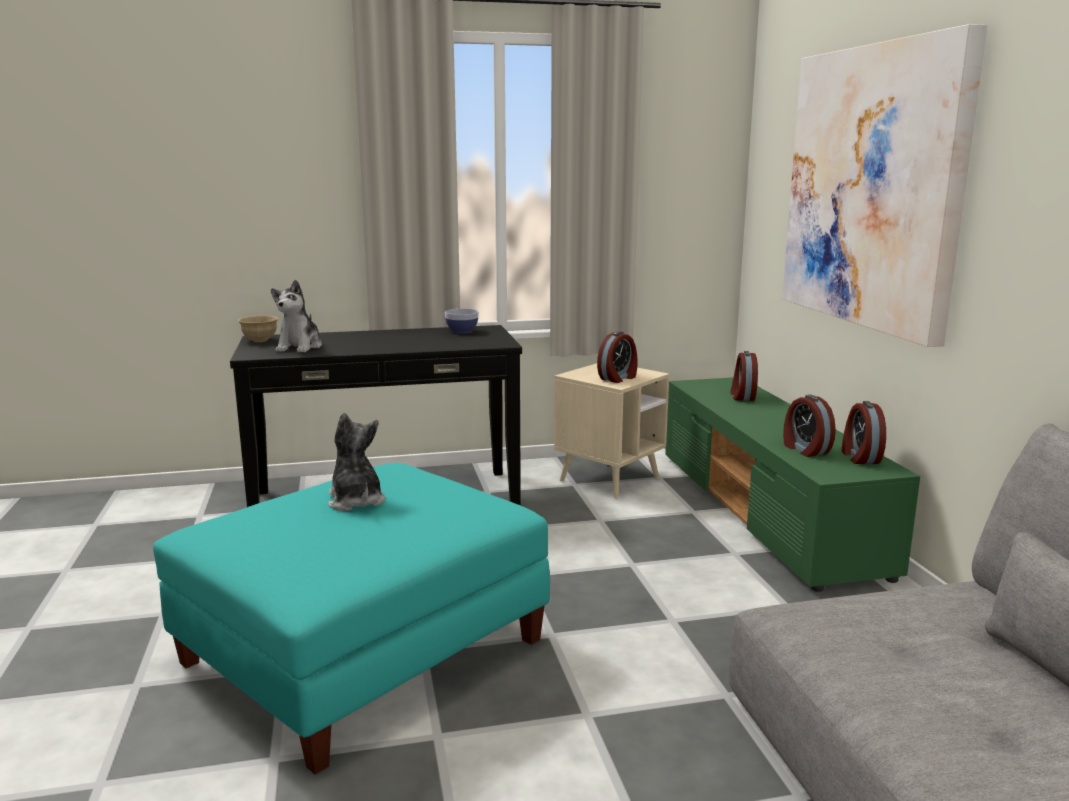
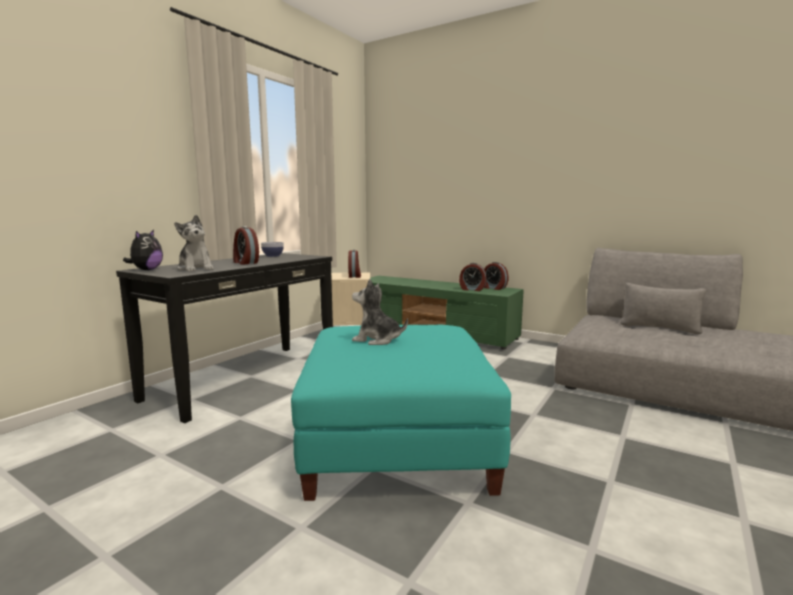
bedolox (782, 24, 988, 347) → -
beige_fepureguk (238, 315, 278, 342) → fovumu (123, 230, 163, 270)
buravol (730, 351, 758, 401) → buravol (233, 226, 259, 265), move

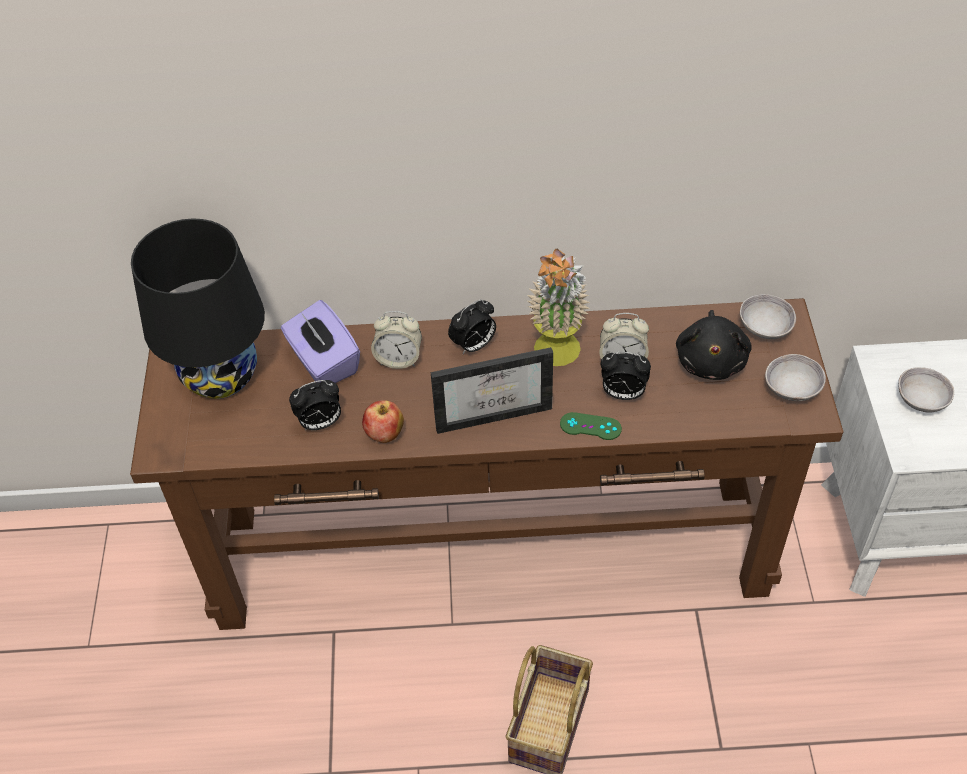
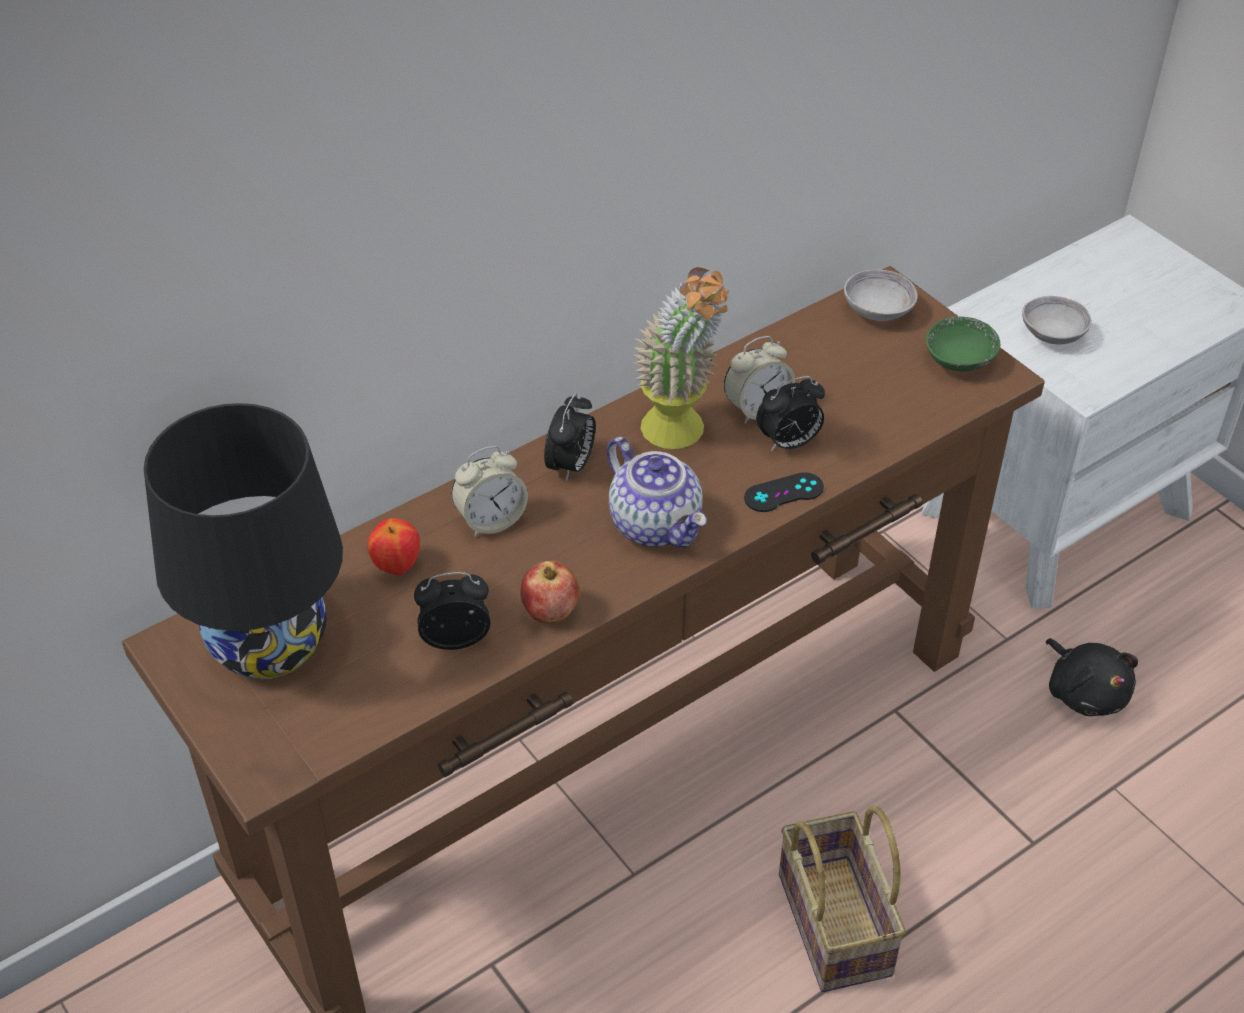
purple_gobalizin (281, 300, 360, 383) → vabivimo (368, 518, 420, 575)
black_fovumu (676, 310, 751, 380) → black_fovumu (1046, 638, 1138, 716), move
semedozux (431, 347, 553, 434) → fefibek (607, 437, 707, 548)
grey_fepureguk (765, 354, 826, 401) → green_fepureguk (926, 317, 1000, 372)
buravol (289, 380, 341, 430) → buravol (414, 572, 490, 650), 135 degrees counterclockwise
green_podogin (560, 412, 622, 440) → black_podogin (744, 472, 824, 512)

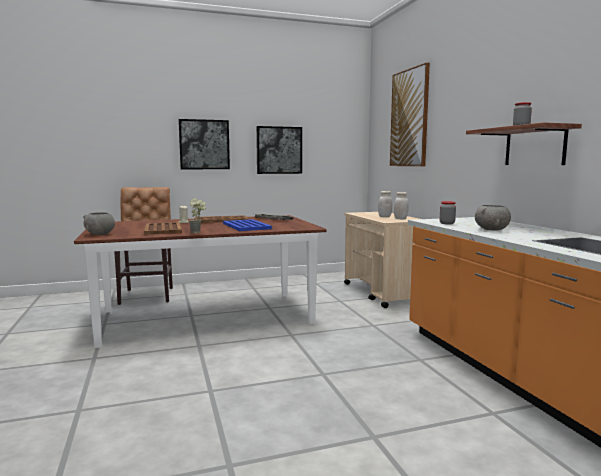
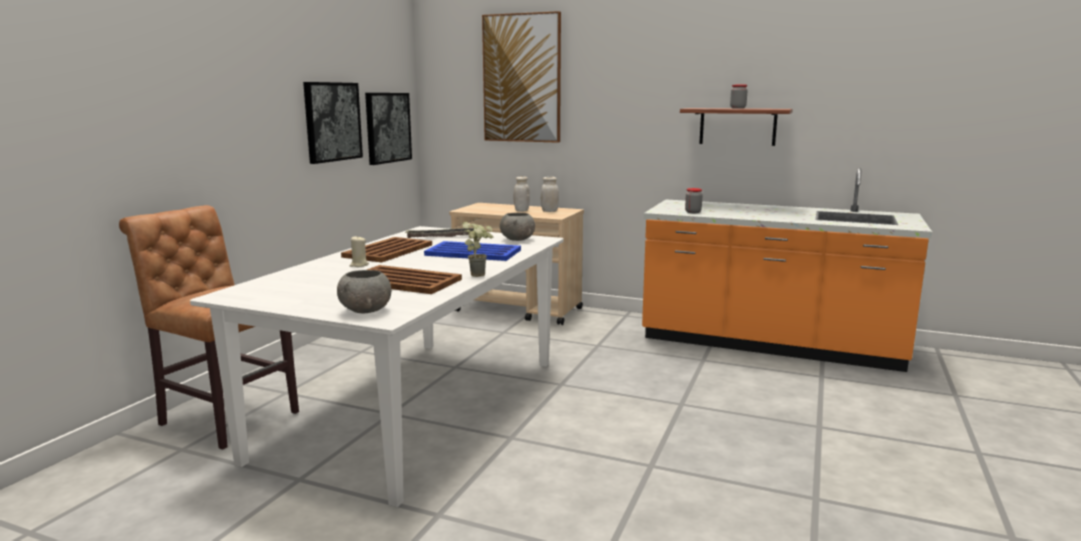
bedolox (178, 119, 230, 169) → bedolox (365, 93, 412, 165), move
grey_fepureguk (475, 205, 511, 231) → grey_fepureguk (500, 213, 535, 241), move
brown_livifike (74, 215, 326, 348) → white_livifike (190, 226, 564, 507)

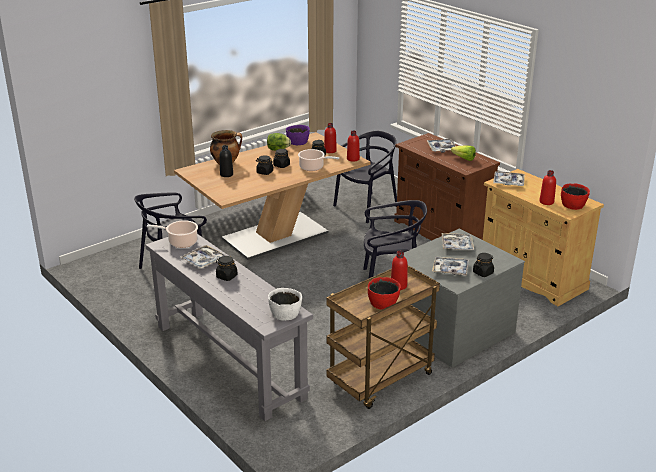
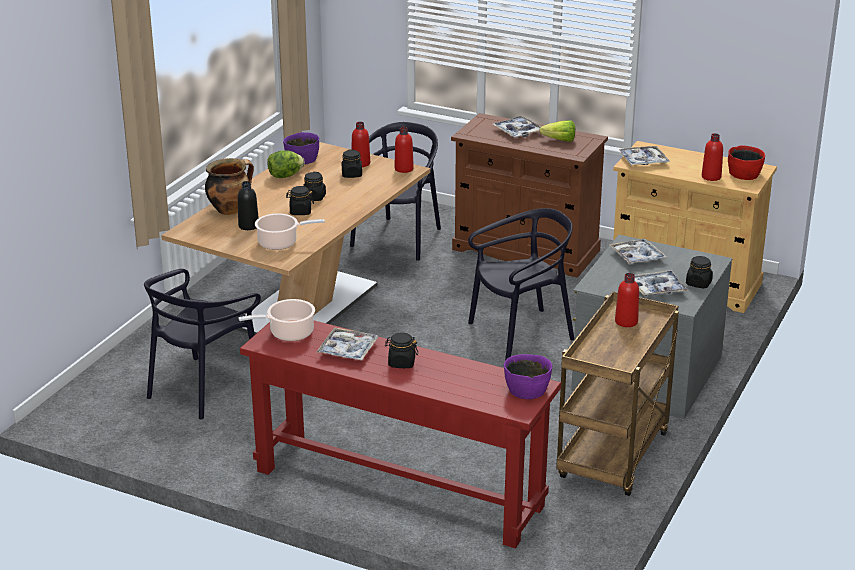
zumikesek (298, 149, 340, 171) → zumikesek (255, 213, 325, 250), move
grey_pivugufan (145, 234, 313, 421) → red_pivugufan (240, 321, 561, 548)
red_fepureguk (368, 277, 401, 310) → -
white_fepureguk (268, 288, 302, 321) → purple_fepureguk (504, 354, 552, 399)

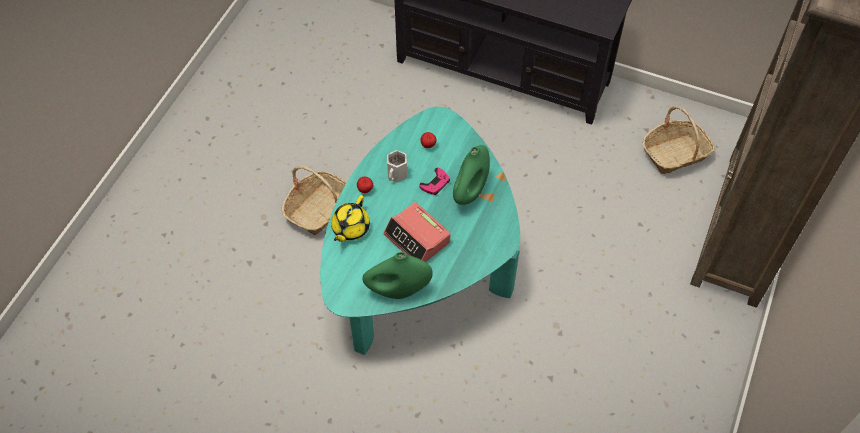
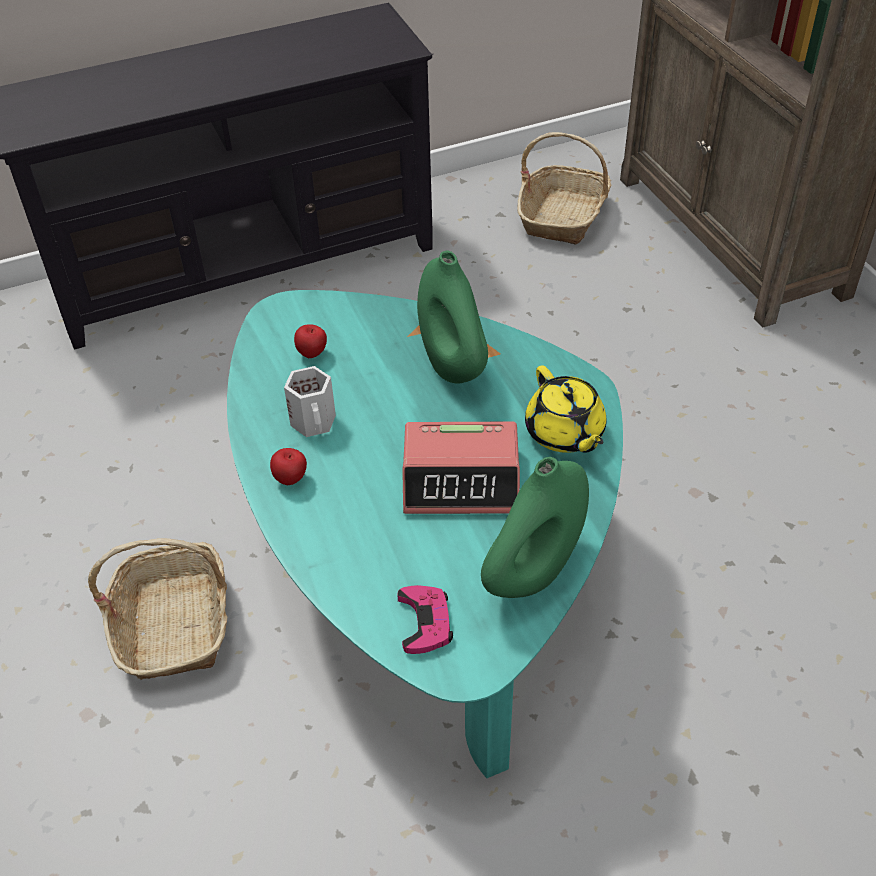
pink_podogin (420, 167, 450, 195) → pink_podogin (398, 585, 453, 654), move
yellow_fefibek (331, 195, 370, 242) → yellow_fefibek (525, 365, 606, 453), move

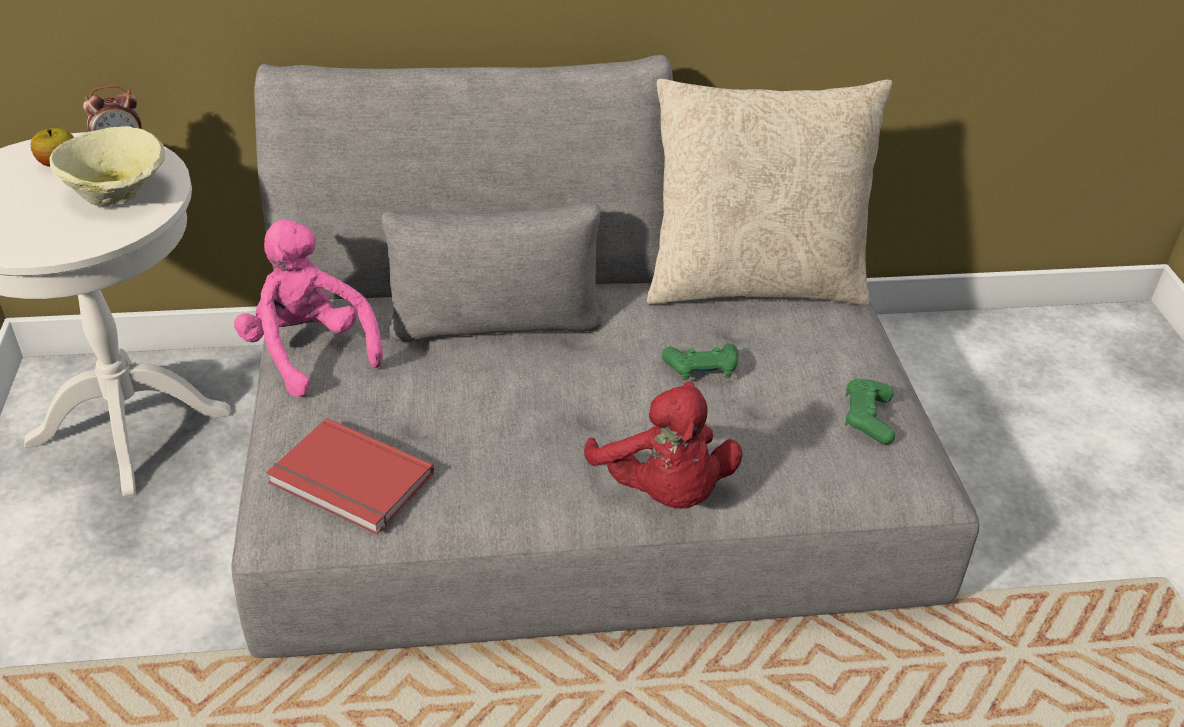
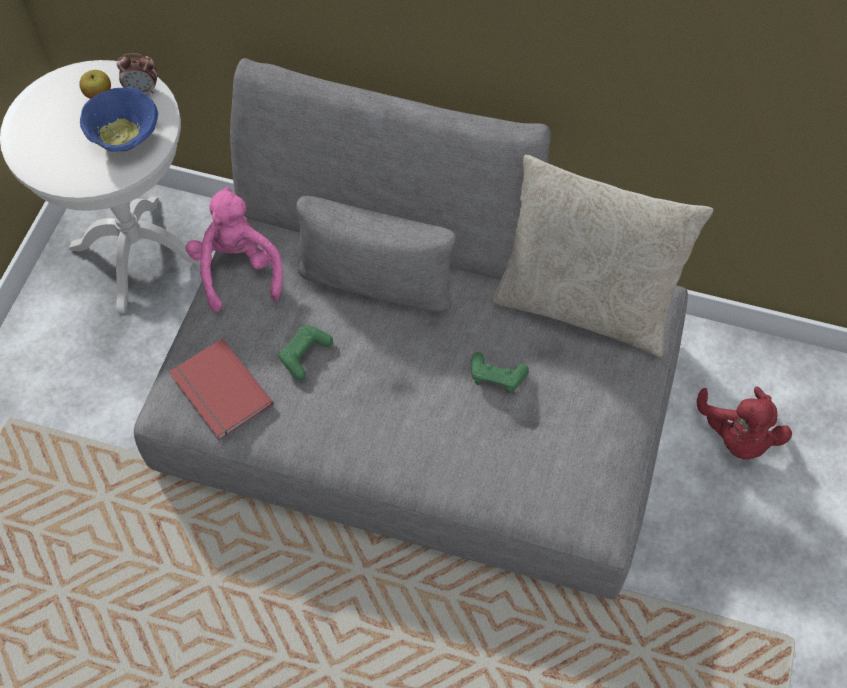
beige_fepureguk (49, 126, 165, 206) → blue_fepureguk (80, 87, 158, 152)
green_podogin (845, 379, 895, 445) → green_podogin (279, 325, 333, 380), move
red_fovumu (584, 382, 743, 509) → red_fovumu (697, 386, 792, 459), move

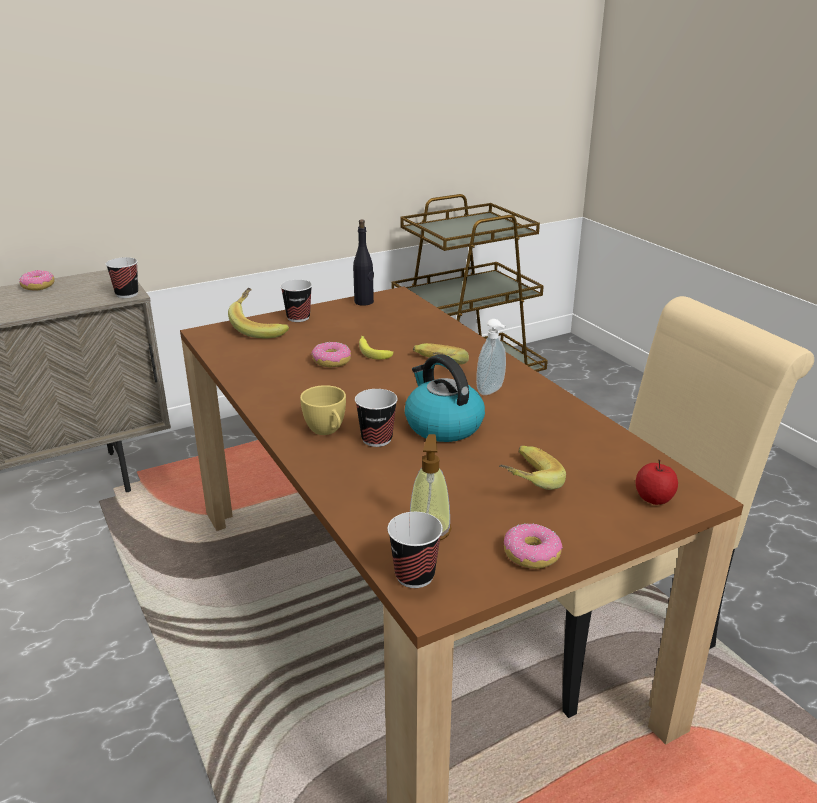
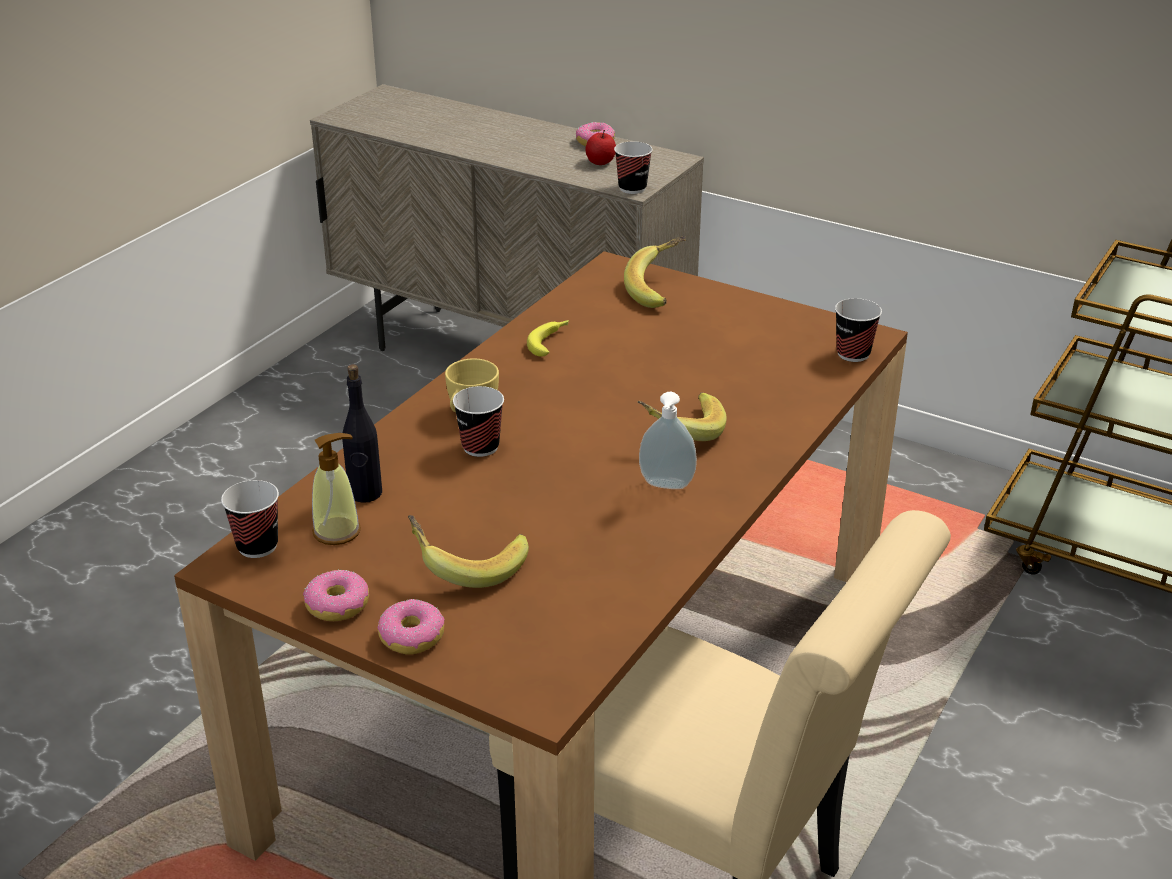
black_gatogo (353, 220, 374, 306) → black_gatogo (343, 364, 382, 503), move
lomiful (280, 280, 312, 322) → lomiful (835, 298, 882, 362), move
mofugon (359, 336, 393, 359) → mofugon (527, 320, 569, 357), move
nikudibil (311, 342, 351, 367) → nikudibil (378, 599, 445, 654), move
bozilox (405, 354, 485, 442) → -
vabivimo (635, 460, 678, 505) → vabivimo (585, 130, 616, 165), move

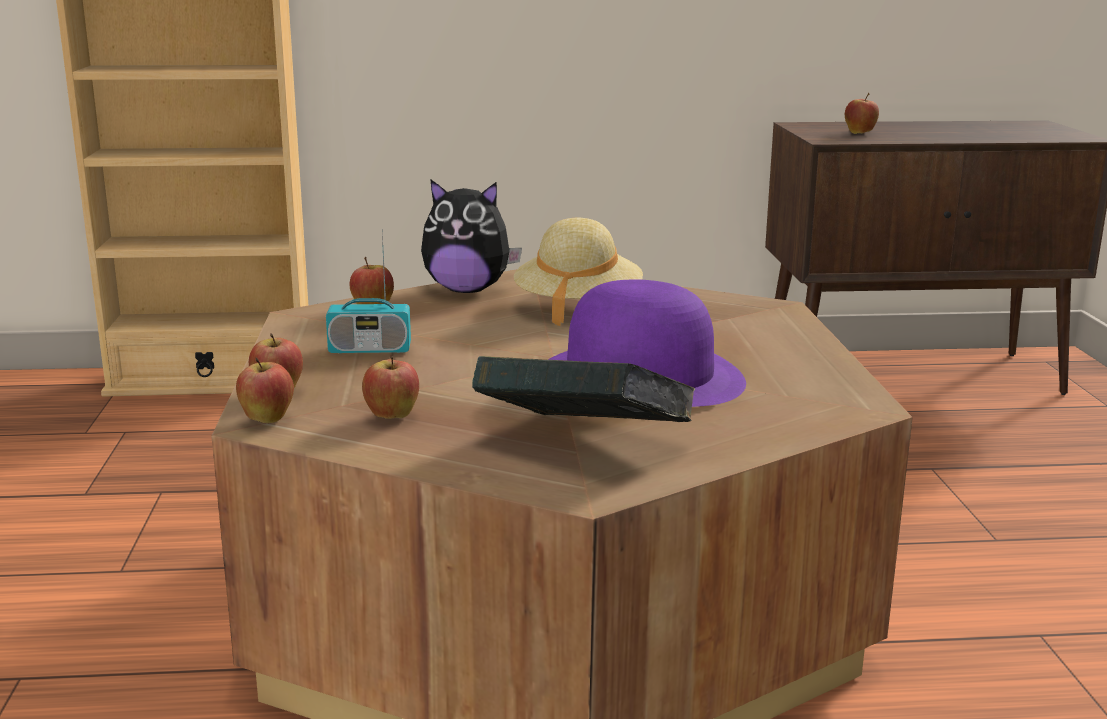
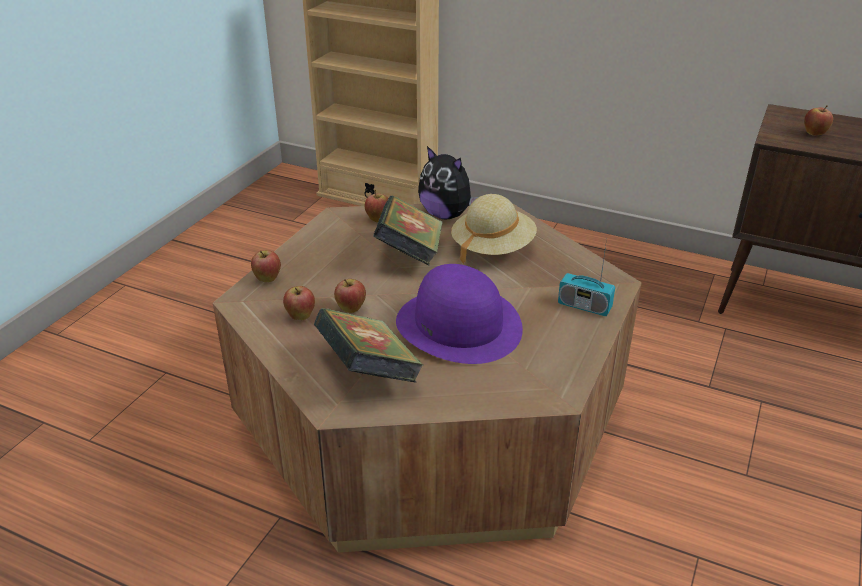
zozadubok (326, 233, 411, 353) → zozadubok (558, 238, 615, 316), move
vabivimo (236, 357, 294, 423) → vabivimo (334, 279, 366, 313), move
- → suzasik (373, 196, 442, 266)

